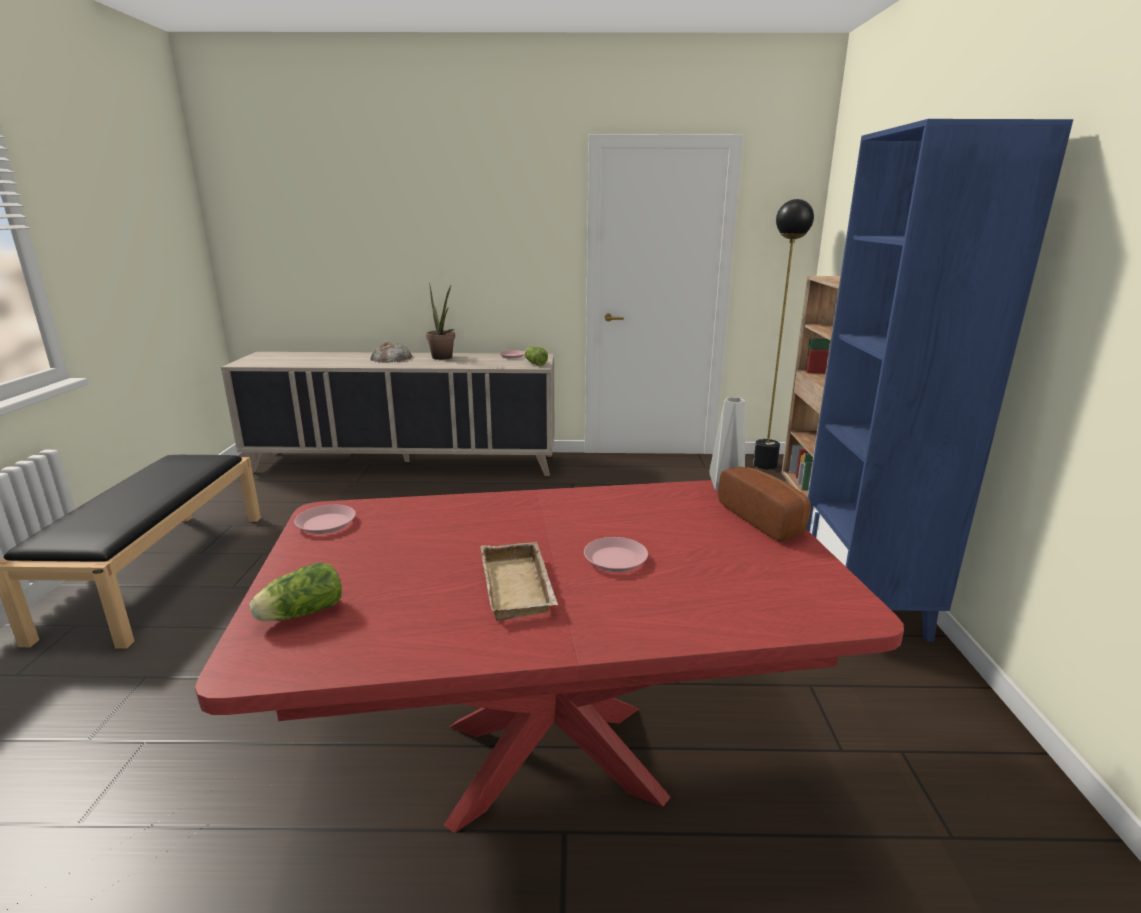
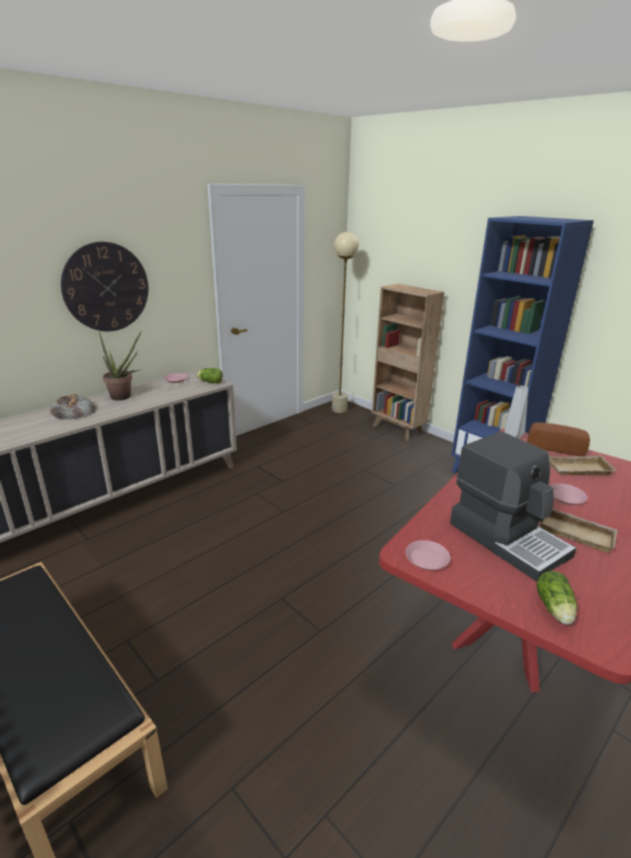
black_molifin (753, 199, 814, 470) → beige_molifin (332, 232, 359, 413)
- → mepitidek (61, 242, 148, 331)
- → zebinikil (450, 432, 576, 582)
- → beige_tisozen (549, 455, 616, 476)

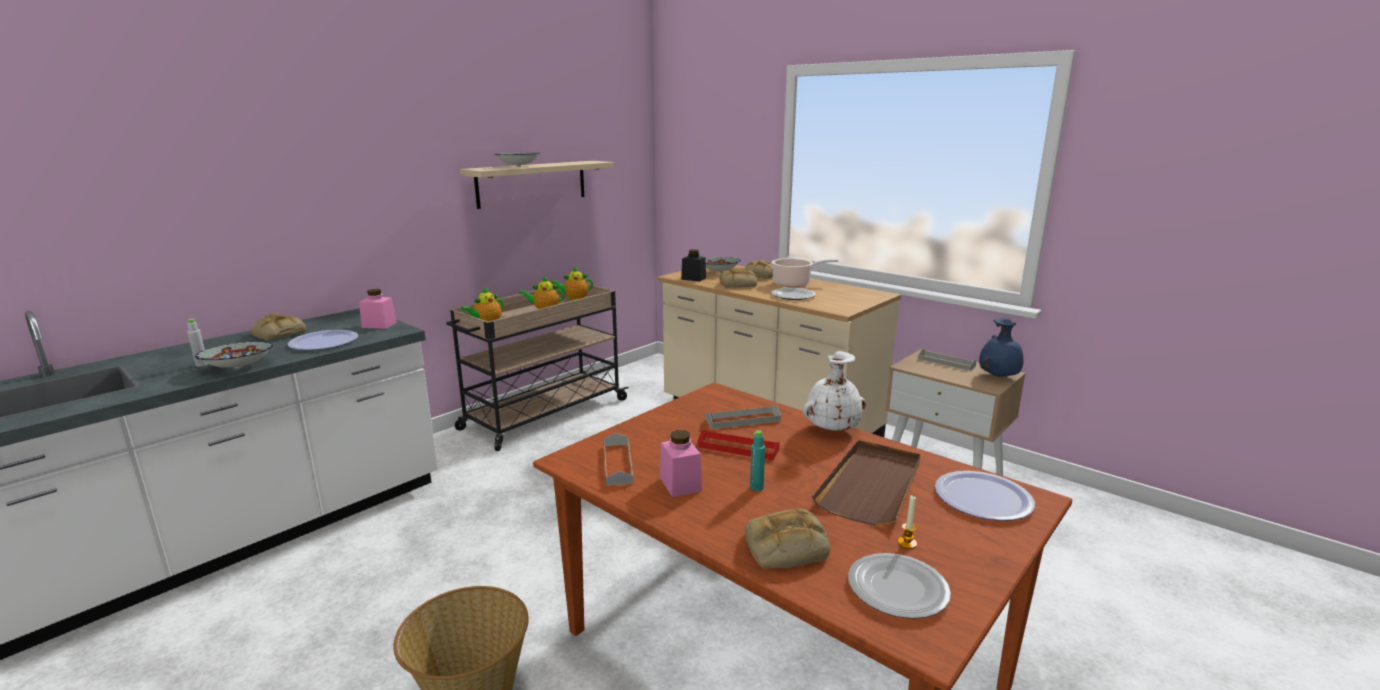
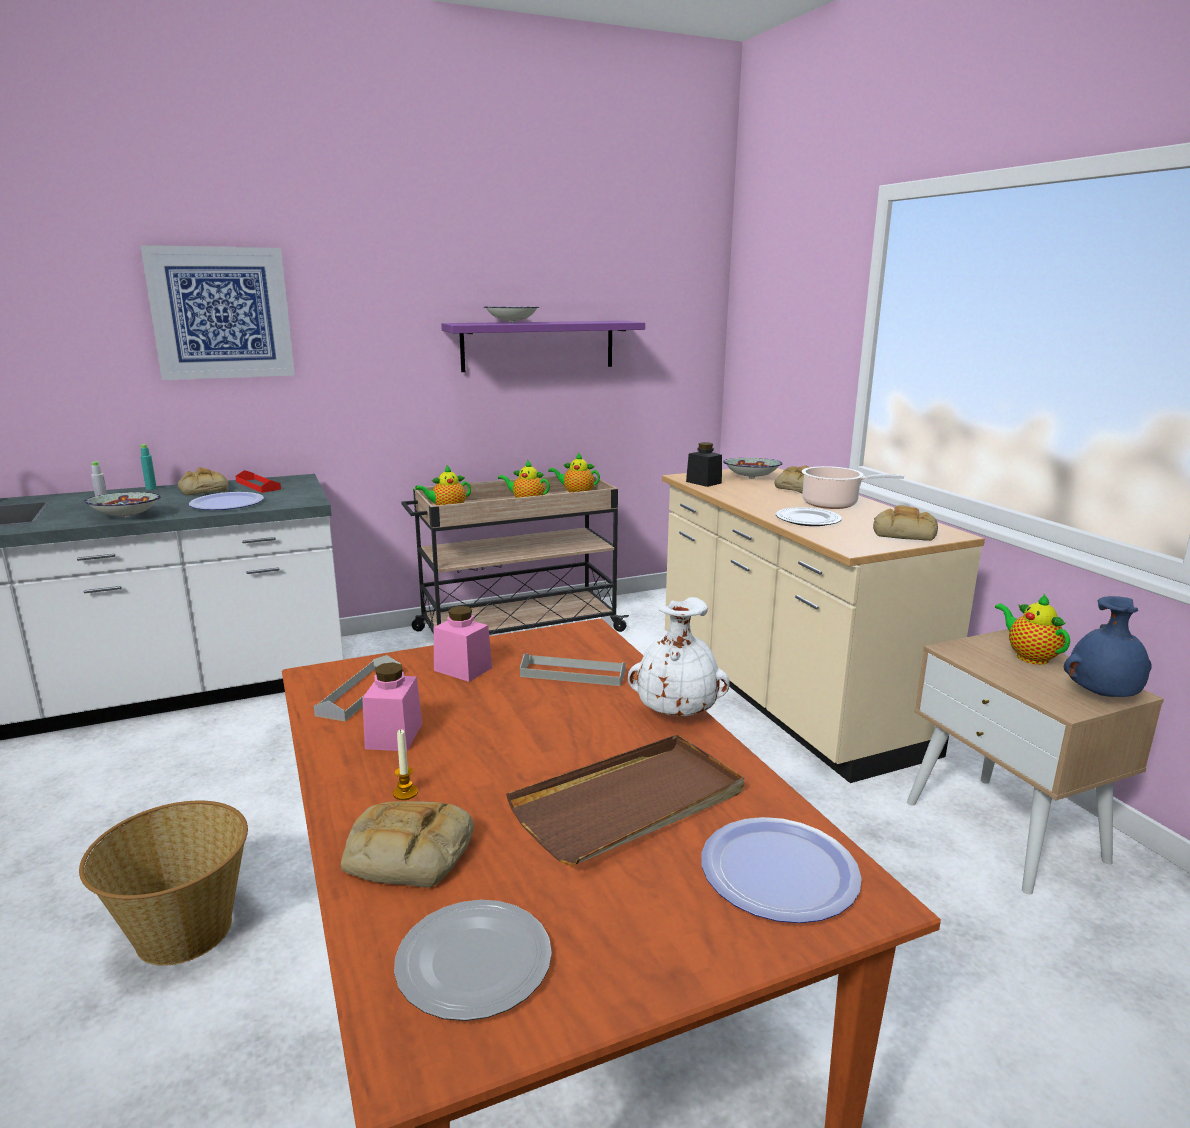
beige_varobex (460, 161, 614, 209) → purple_varobex (441, 321, 645, 372)
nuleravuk (719, 268, 757, 288) → nuleravuk (873, 505, 938, 541), move
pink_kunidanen (359, 289, 397, 329) → pink_kunidanen (434, 606, 492, 682), move
grey_tisozen (918, 349, 976, 371) → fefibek (995, 594, 1070, 665)
red_tisozen (697, 430, 780, 461) → red_tisozen (236, 470, 281, 493), move
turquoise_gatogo (750, 430, 765, 491) → turquoise_gatogo (139, 444, 157, 490), move
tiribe (898, 495, 917, 549) → tiribe (393, 729, 418, 800), move
- → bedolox (140, 245, 295, 380)

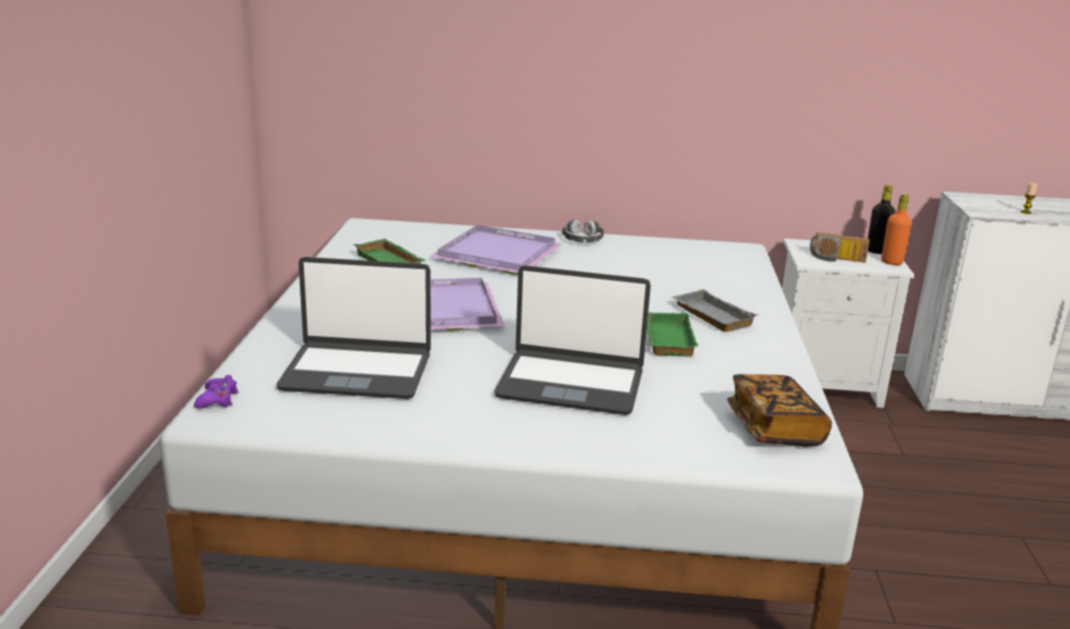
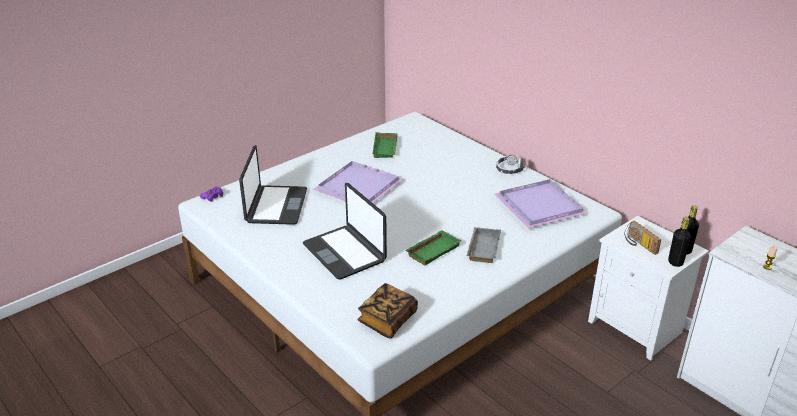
orange_gatogo (881, 194, 912, 265) → black_gatogo (668, 217, 691, 267)
purple_tisozen (429, 225, 562, 274) → purple_tisozen (494, 179, 588, 229), move
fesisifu (276, 257, 431, 399) → fesisifu (239, 145, 307, 225), 135 degrees counterclockwise

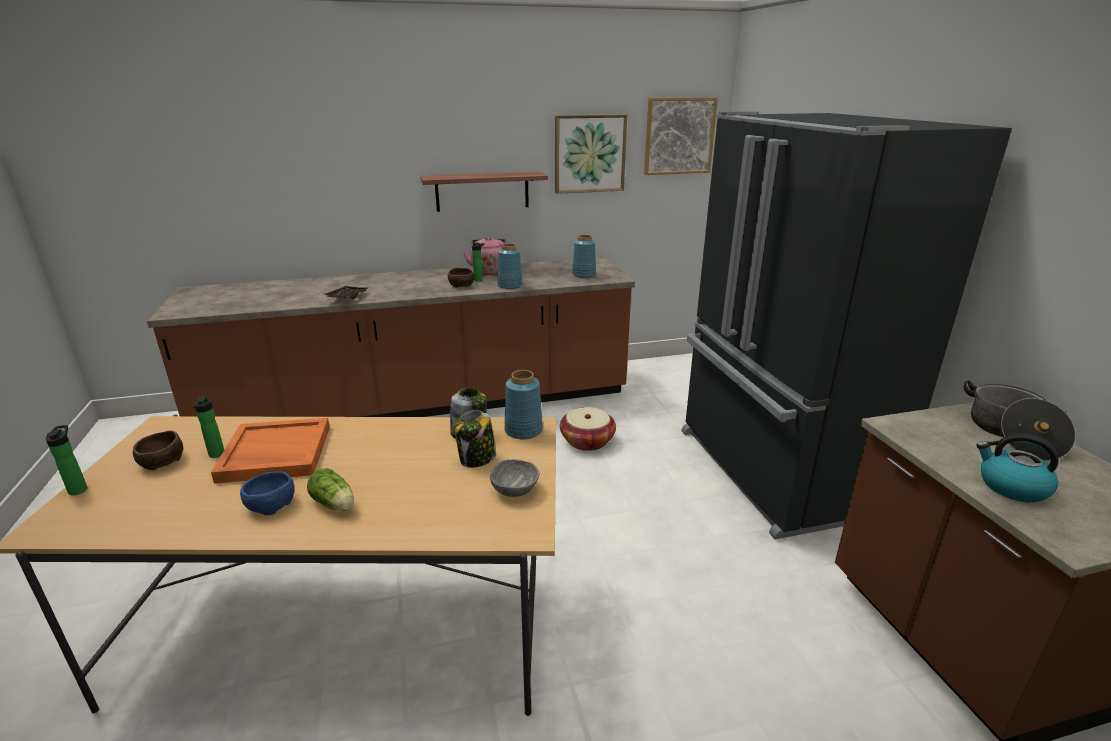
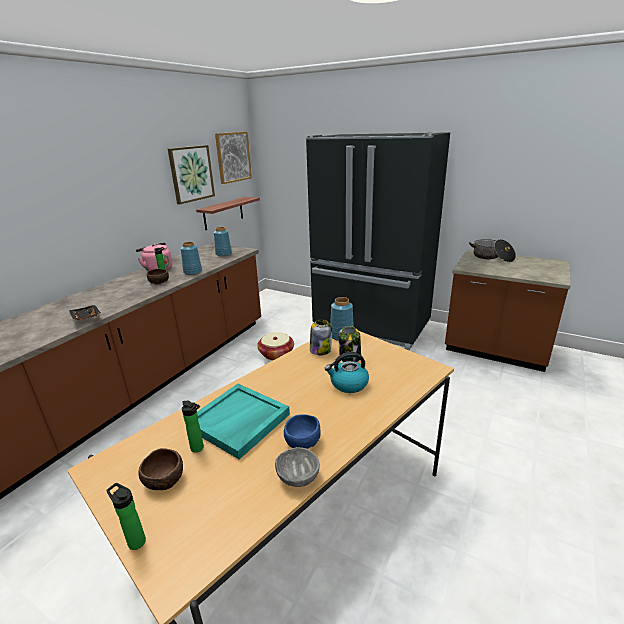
varobex (420, 171, 548, 212) → varobex (196, 197, 260, 230), move
orange_tisozen (211, 418, 330, 484) → turquoise_tisozen (185, 384, 290, 459)
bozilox (976, 433, 1059, 502) → bozilox (325, 352, 369, 393), move
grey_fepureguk (490, 459, 539, 497) → grey_fepureguk (275, 447, 320, 487), move
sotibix (307, 468, 354, 511) → -

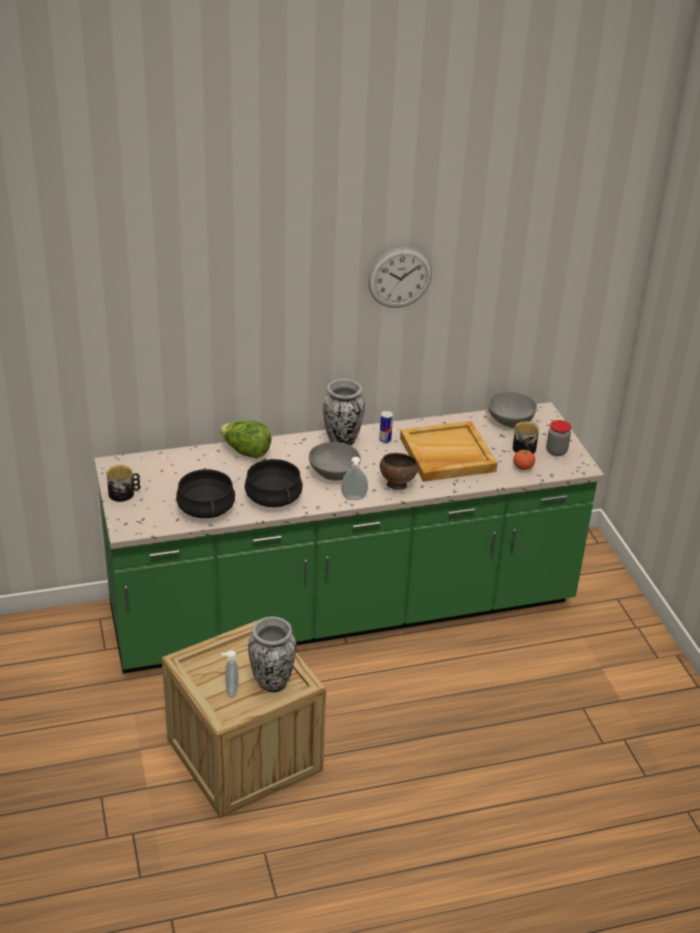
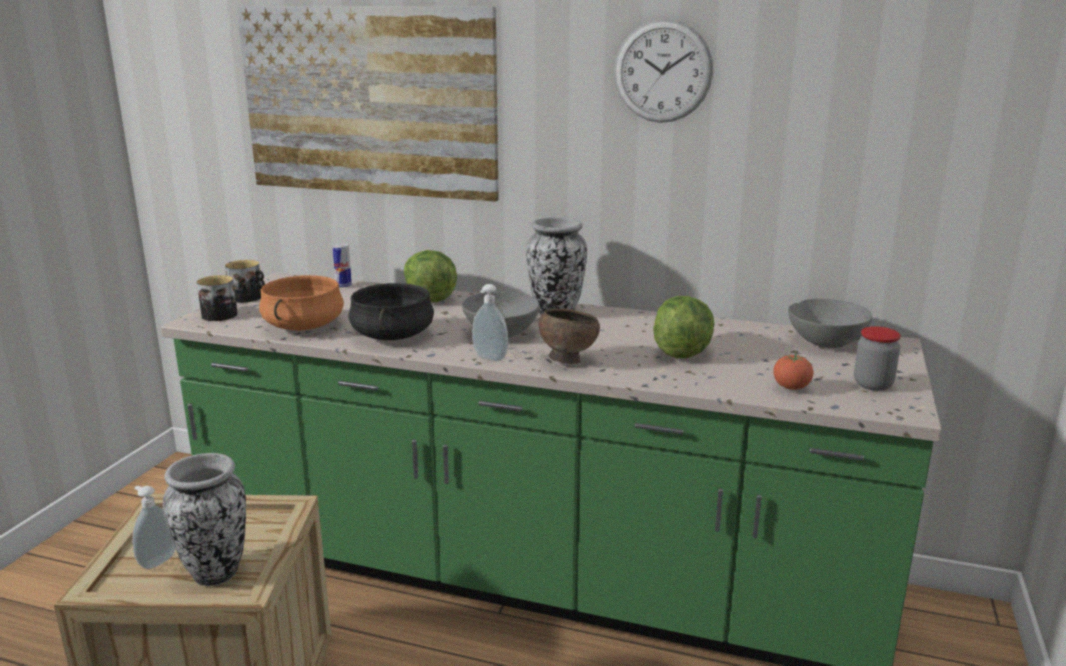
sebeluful (379, 411, 393, 443) → sebeluful (333, 244, 352, 288), move
beige_tisozen (400, 421, 498, 482) → sotibix (653, 296, 714, 358)
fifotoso (513, 421, 539, 454) → fifotoso (197, 275, 238, 321), move
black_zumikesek (176, 468, 235, 518) → orange_zumikesek (259, 275, 344, 331)
- → bedolox (237, 6, 499, 202)

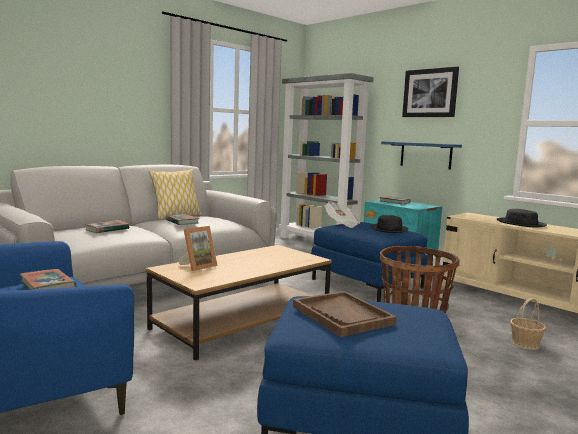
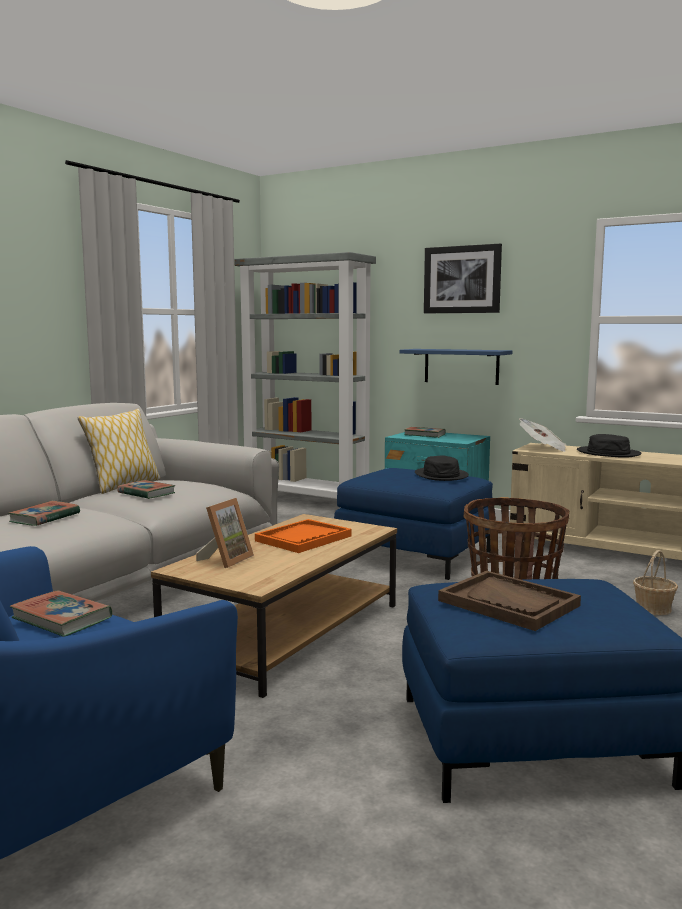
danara (324, 201, 360, 228) → danara (519, 418, 567, 452), move
- → orange_tisozen (255, 519, 352, 553)

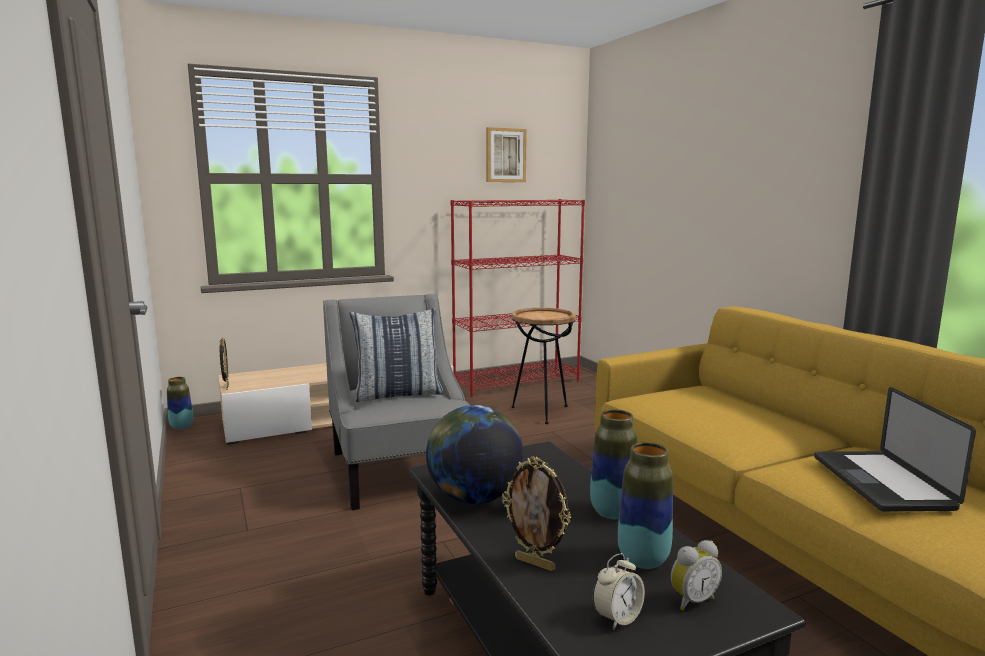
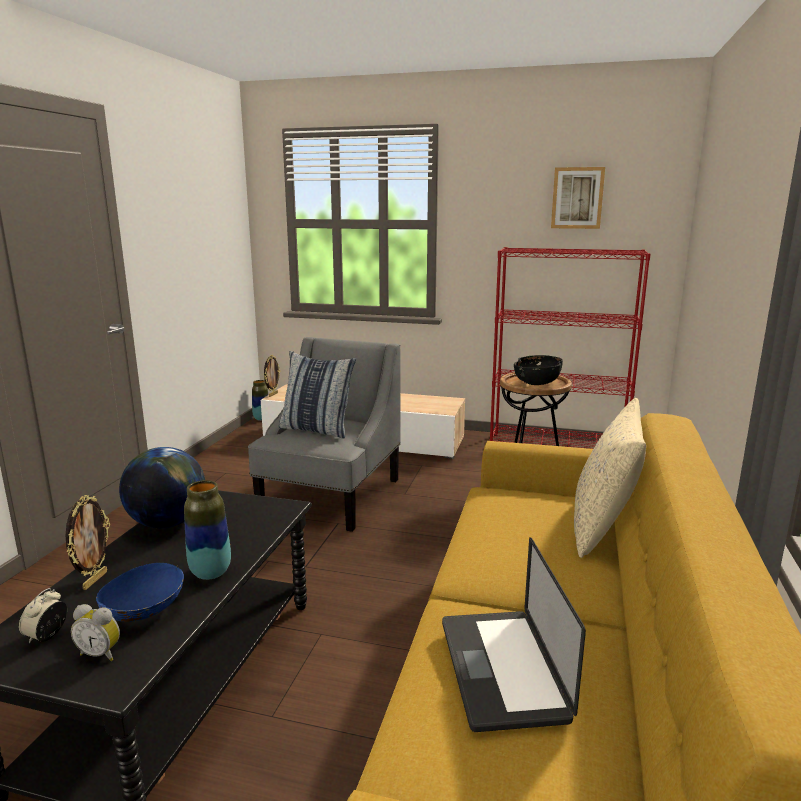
fesisifu (814, 387, 976, 511) → fesisifu (442, 537, 586, 732), 45 degrees counterclockwise
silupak (618, 442, 673, 569) → blue_fepureguk (96, 563, 184, 622)
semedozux (502, 457, 571, 571) → semedozux (66, 495, 110, 590), 150 degrees counterclockwise
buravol (593, 553, 645, 630) → buravol (19, 588, 67, 643), 105 degrees clockwise
- → black_fepureguk (514, 355, 563, 385)
- → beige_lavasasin (574, 398, 646, 558)

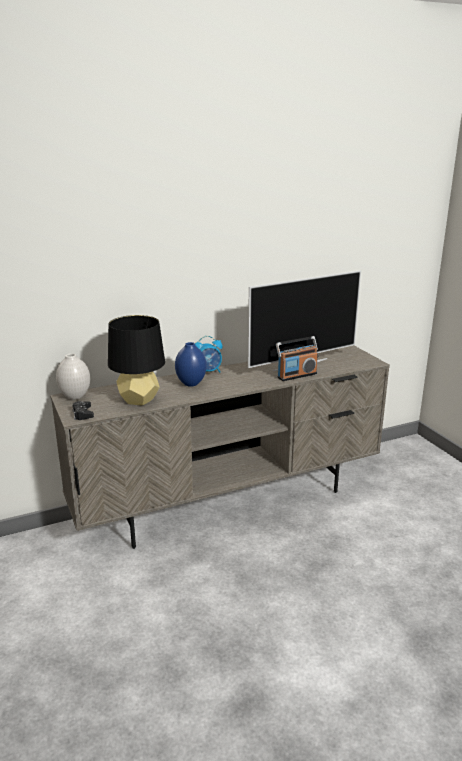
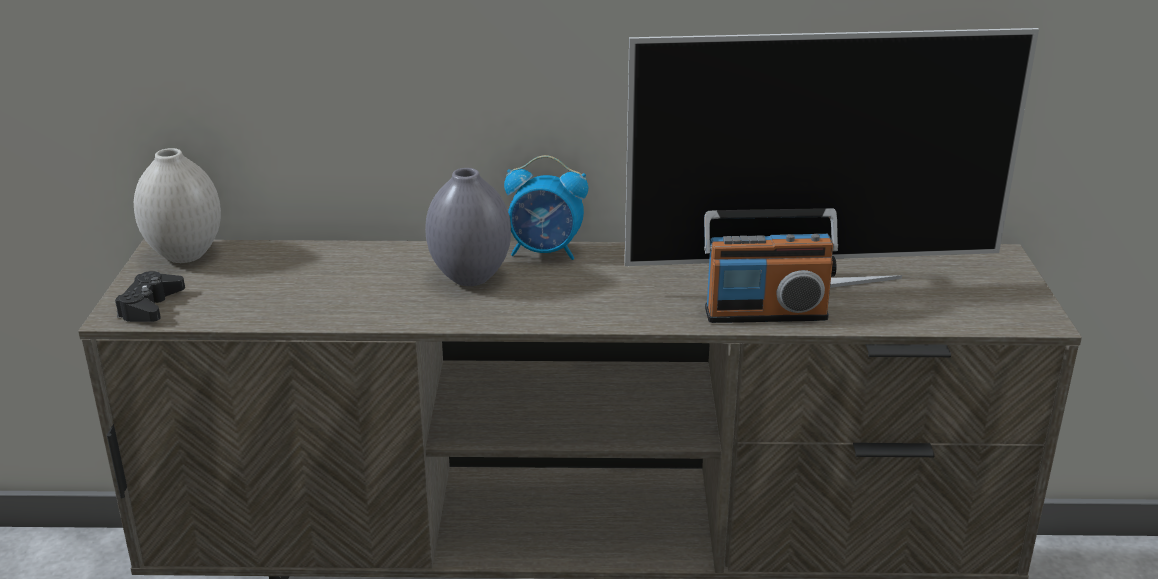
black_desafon (108, 315, 165, 406) → -
blue_silupak (175, 342, 206, 387) → grey_silupak (425, 168, 511, 286)

